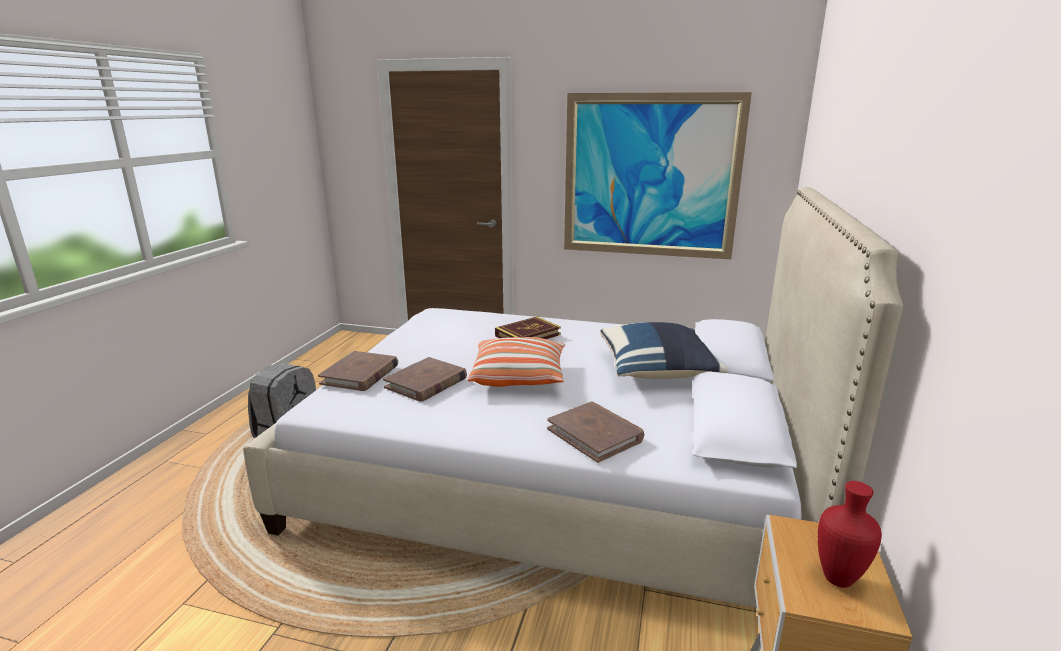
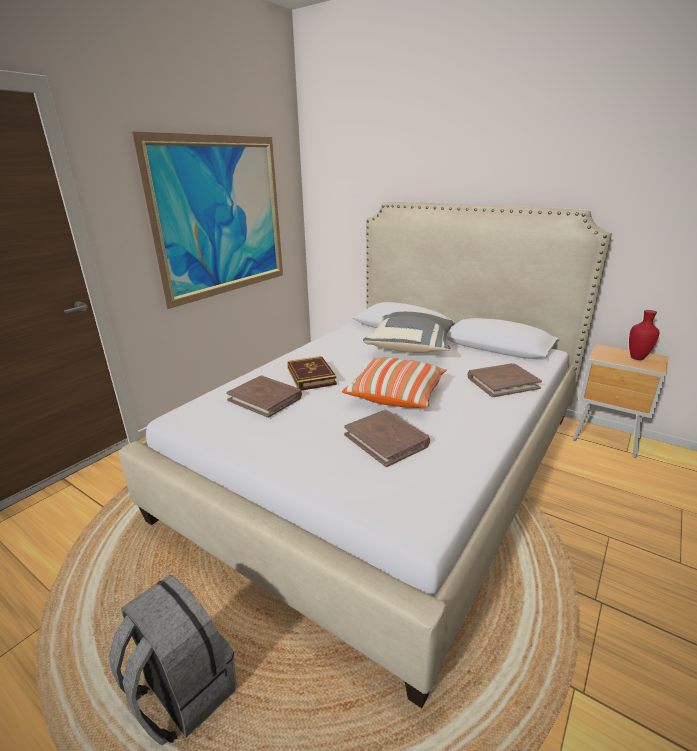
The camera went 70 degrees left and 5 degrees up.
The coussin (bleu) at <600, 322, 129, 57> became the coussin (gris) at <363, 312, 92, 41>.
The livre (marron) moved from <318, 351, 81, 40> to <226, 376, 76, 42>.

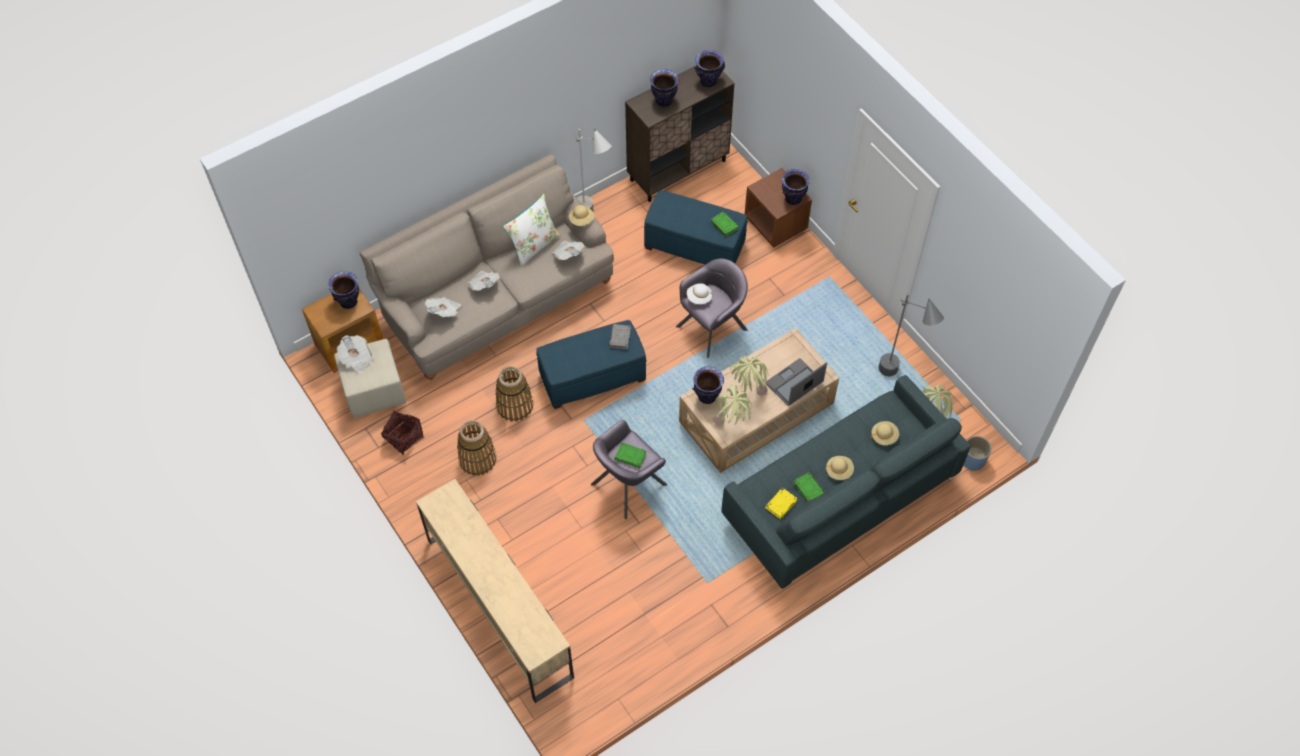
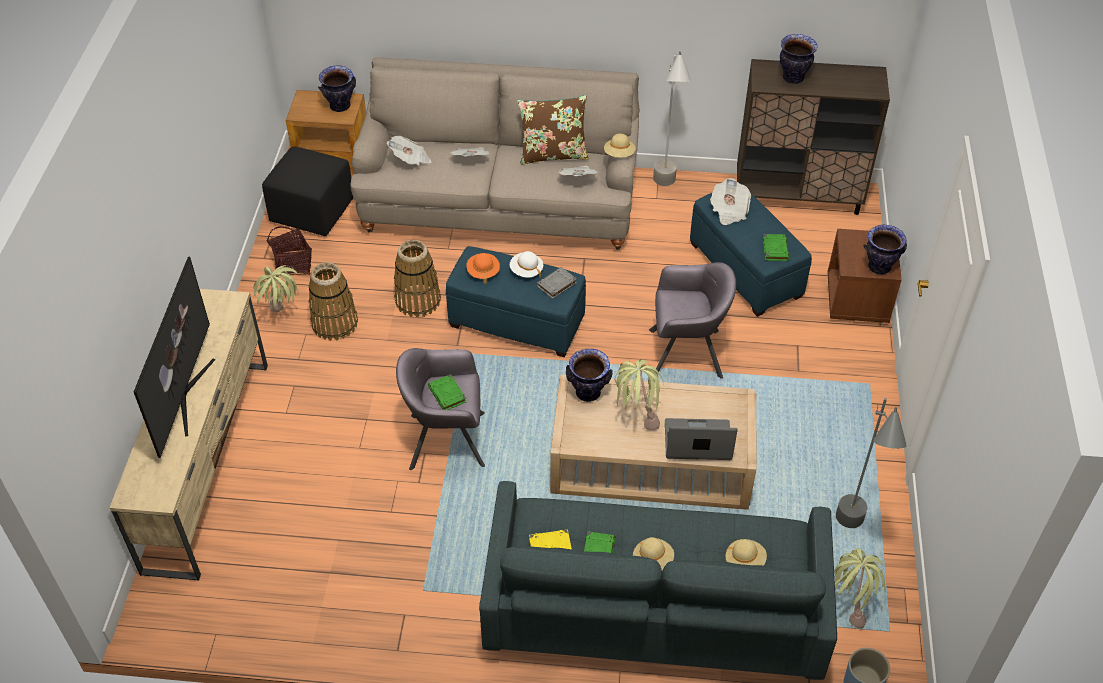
The camera went 40 degrees right and 10 degrees down.
The vase at <694, 50, 31, 38> disappeared.
The coussin (blanc) at <503, 194, 57, 74> became the coussin (marron) at <517, 95, 72, 70>.
The chapeau (blanc) moved from <687, 283, 25, 21> to <510, 251, 33, 27>.
The journal moved from <337, 335, 37, 39> to <710, 178, 41, 47>.
The pouf (beige) at <334, 339, 72, 79> became the pouf (noir) at <262, 147, 91, 89>.
The plante en pot moved from <713, 384, 38, 41> to <253, 265, 46, 47>.
The chapeau (orange) at <466, 253, 34, 31> appeared.
The téléviseur at <134, 257, 81, 201> appeared.

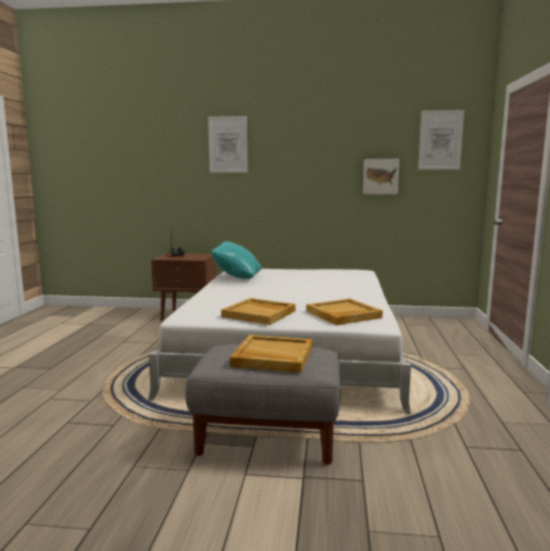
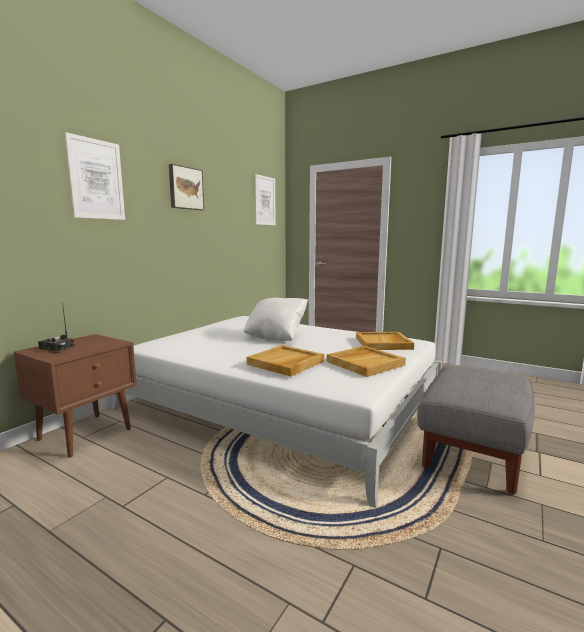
The camera went 65 degrees left and 0 degrees up.
The tableau moved from <362, 157, 39, 38> to <169, 164, 35, 46>.
The coussin (turquoise) at <211, 241, 51, 38> disappeared.
The plateau (beige) moved from <230, 335, 82, 38> to <247, 345, 77, 32>.
The coussin (blanc) at <243, 298, 65, 43> appeared.

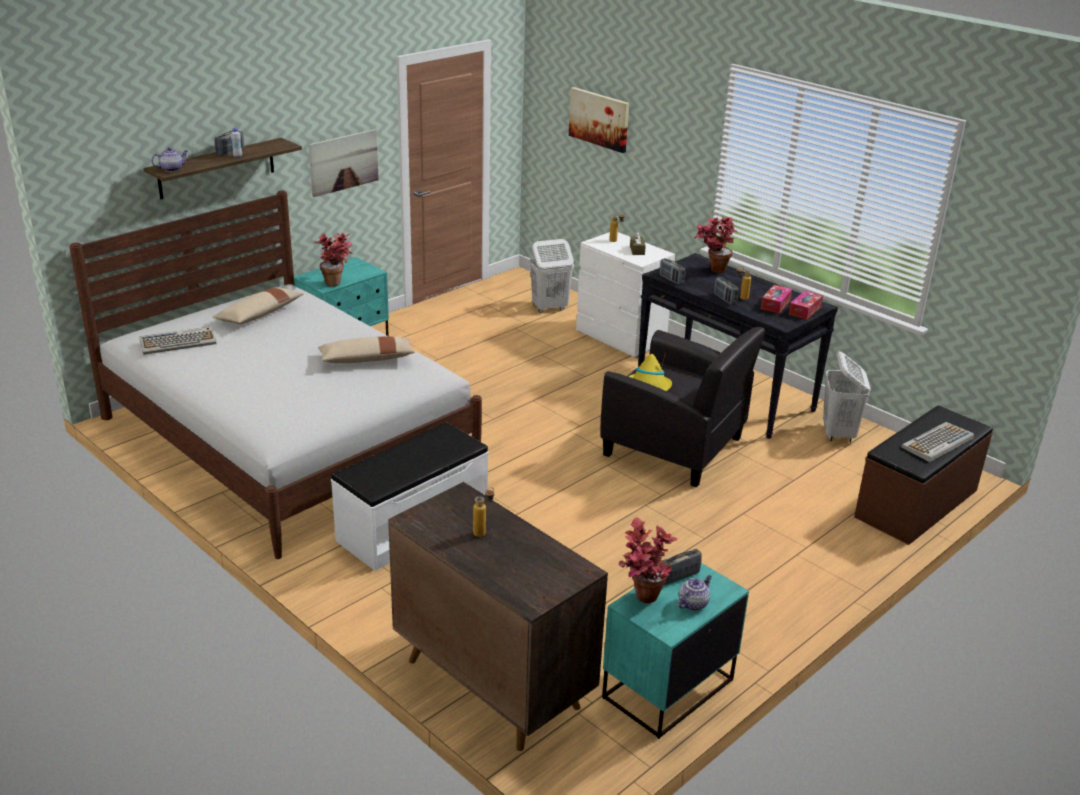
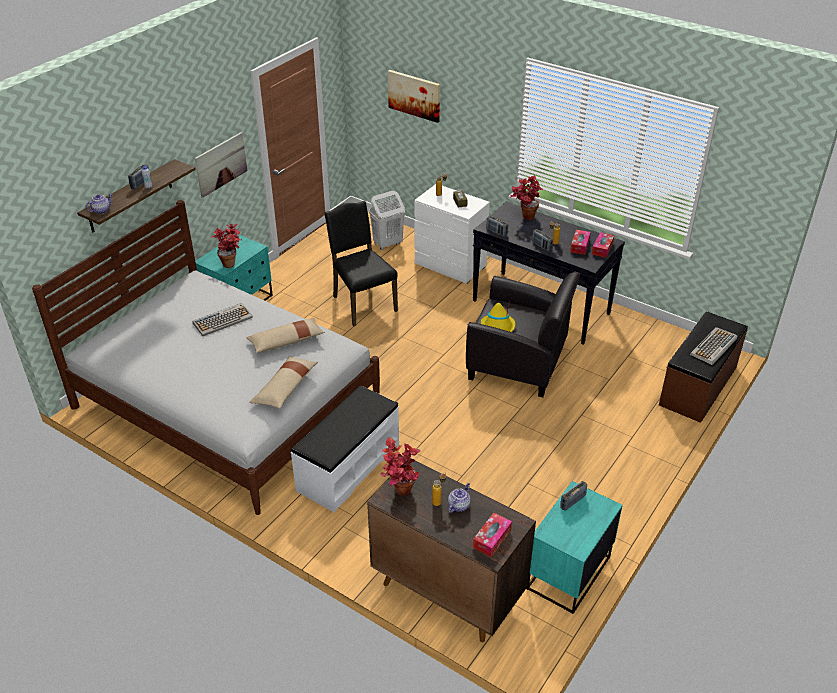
The camera went 10 degrees left and 10 degrees up.
The coussin (beige) moved from <212, 287, 92, 37> to <249, 356, 69, 53>.
The clavier moved from <140, 327, 76, 28> to <193, 303, 60, 33>.
The panier à linge (blanc) at <823, 351, 48, 92> disappeared.
The plante en pot moved from <619, 517, 59, 86> to <381, 437, 40, 58>.
The théière moved from <678, 575, 34, 36> to <448, 483, 23, 30>.
The chaise (noir) at <324, 201, 74, 125> appeared.
The boîte à mouchoirs at <473, 513, 39, 44> appeared.

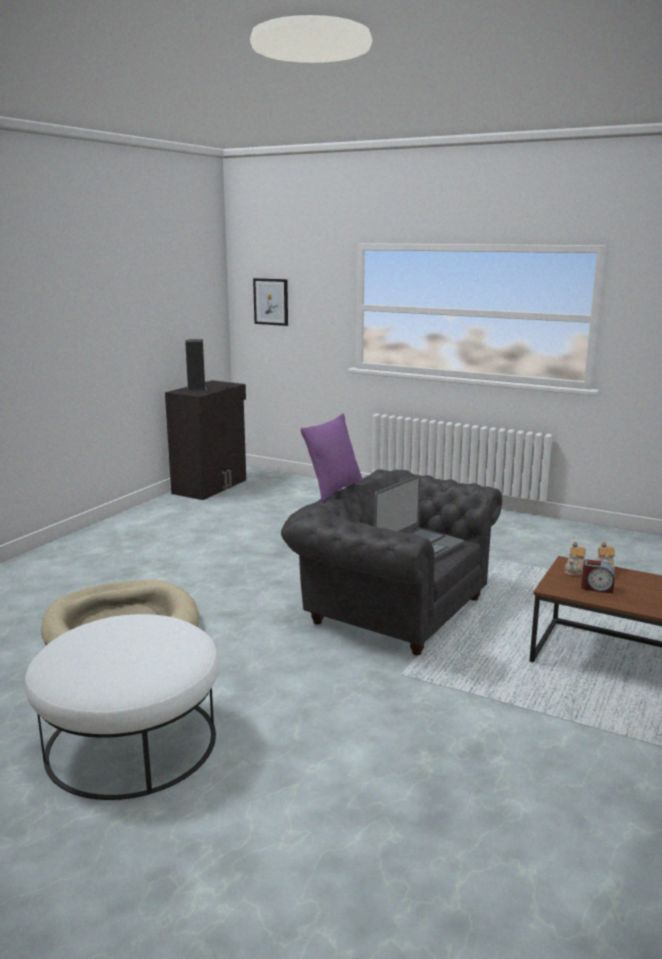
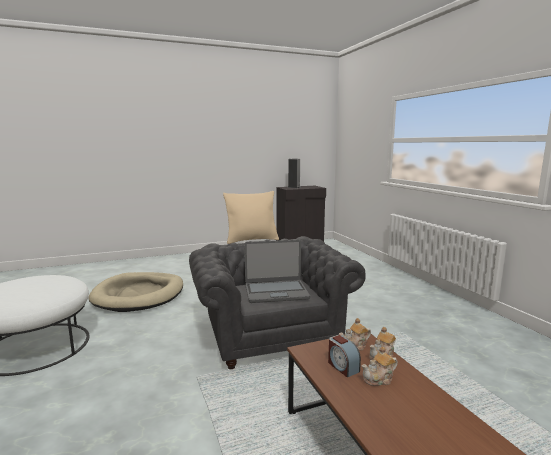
The camera went 40 degrees right and 5 degrees down.
The tableau at <253, 278, 35, 48> disappeared.
The coussin (violet) at <301, 413, 62, 89> became the coussin (beige) at <223, 191, 56, 53>.
The théière at <362, 346, 36, 40> appeared.

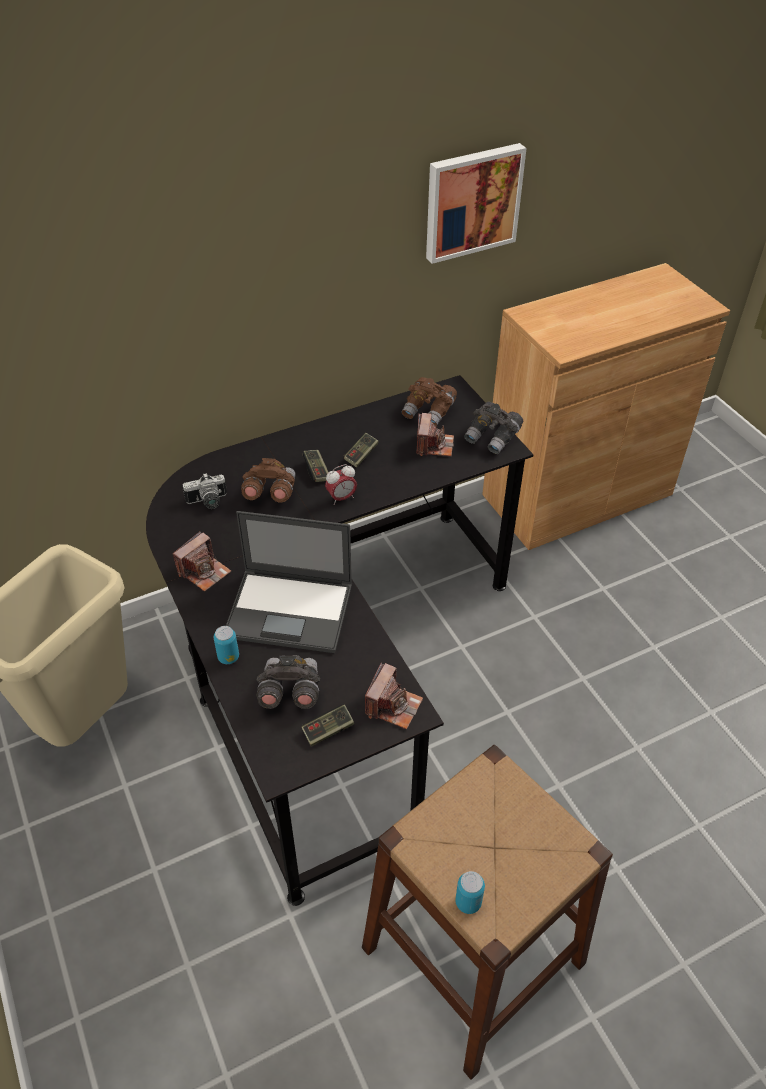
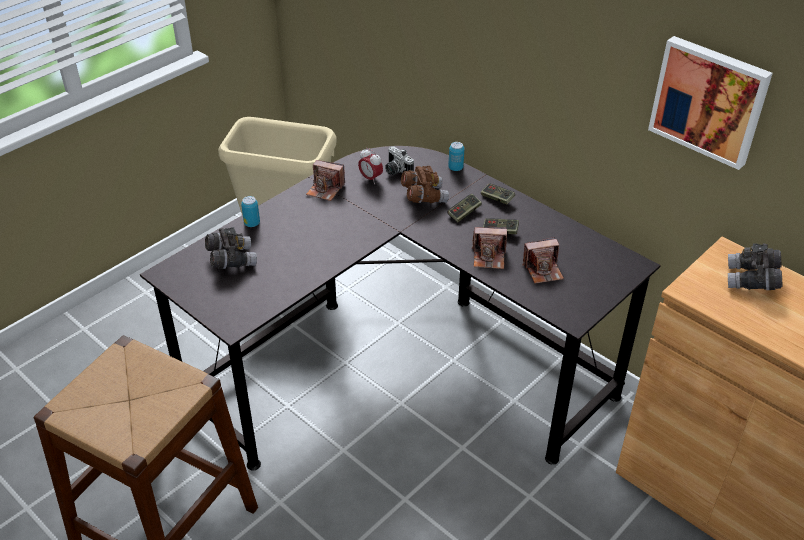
The camera went 70 degrees right and 5 degrees down.
The jumelles (marron) at <402, 377, 55, 49> disappeared.
The jumelles (gris) moved from <464, 402, 59, 52> to <728, 243, 55, 47>.
The réveil moved from <325, 464, 32, 41> to <358, 148, 25, 36>.
The ordinateur portable at <226, 511, 126, 142> disappeared.
The appareil photo moved from <365, 662, 58, 67> to <472, 227, 35, 42>.
The manette moved from <301, 704, 54, 42> to <481, 183, 34, 21>.
The boîte métallique moved from <455, 871, 30, 43> to <448, 142, 16, 29>.

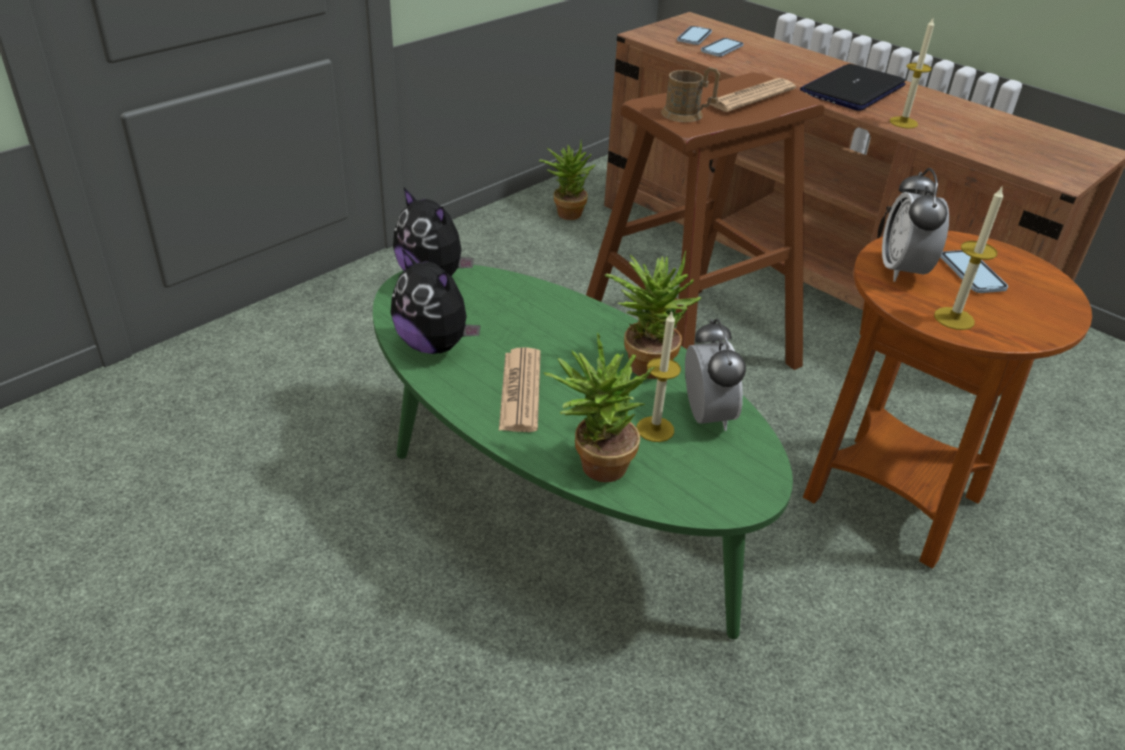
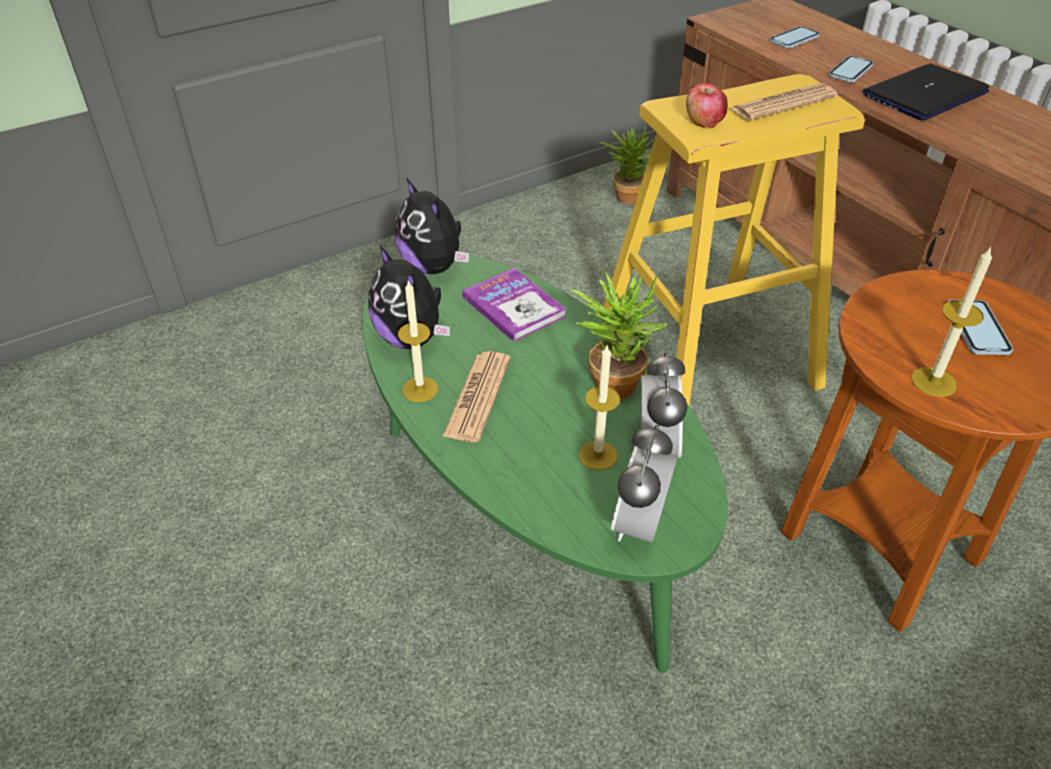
The camera went 15 degrees right and 5 degrees up.
The bougie moved from <890, 18, 44, 111> to <398, 280, 40, 122>.
The téléphone moved from <677, 26, 35, 19> to <828, 56, 46, 26>.
The mug (marron) at <661, 67, 59, 55> was replaced by the pomme at <686, 83, 42, 45>.
The tabouret (marron) at <586, 72, 239, 298> became the tabouret (jaune) at <604, 74, 261, 331>.
The réveil moved from <882, 168, 67, 114> to <611, 424, 66, 118>.
The plante en pot at <543, 332, 112, 150> disappeared.
The livre at <462, 268, 105, 74> appeared.

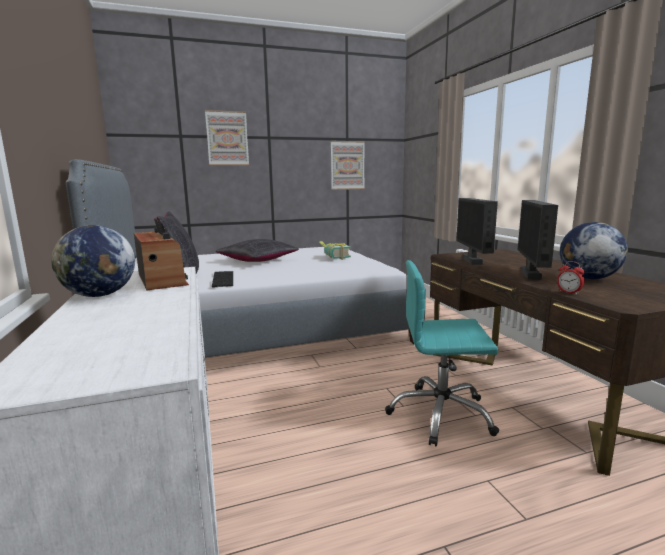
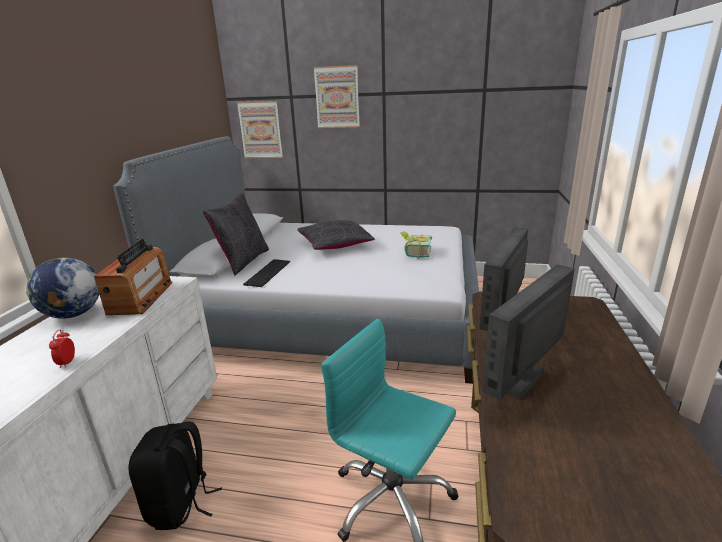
The camera went 30 degrees right and 10 degrees up.
The tableau moved from <331, 141, 34, 49> to <237, 101, 46, 57>.
The globe at <560, 222, 68, 58> disappeared.
The réveil moved from <557, 261, 28, 34> to <49, 329, 26, 39>.
The sac à dos (noir) at <128, 421, 94, 109> appeared.

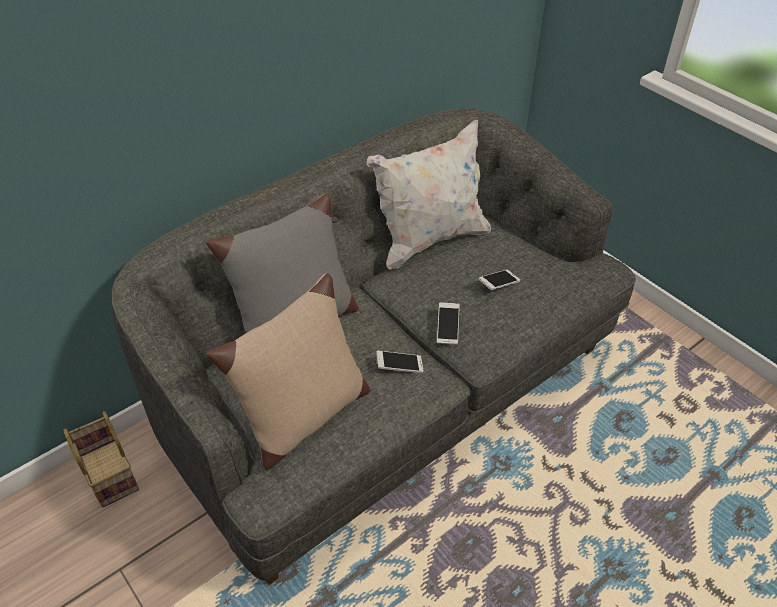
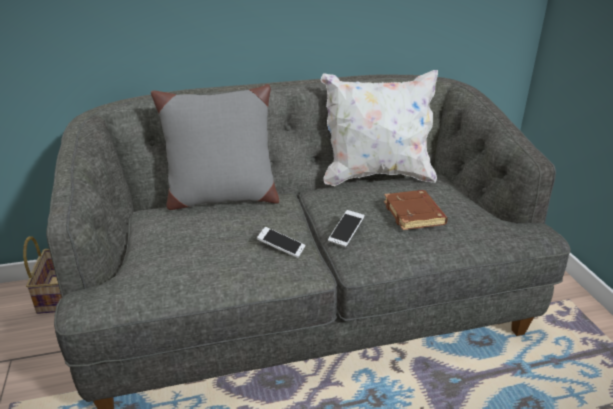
The camera went 25 degrees right and 15 degrees down.
The téléphone at <478, 270, 42, 20> was replaced by the livre (marron) at <384, 190, 64, 40>.
The coussin (beige) at <207, 273, 163, 196> disappeared.

